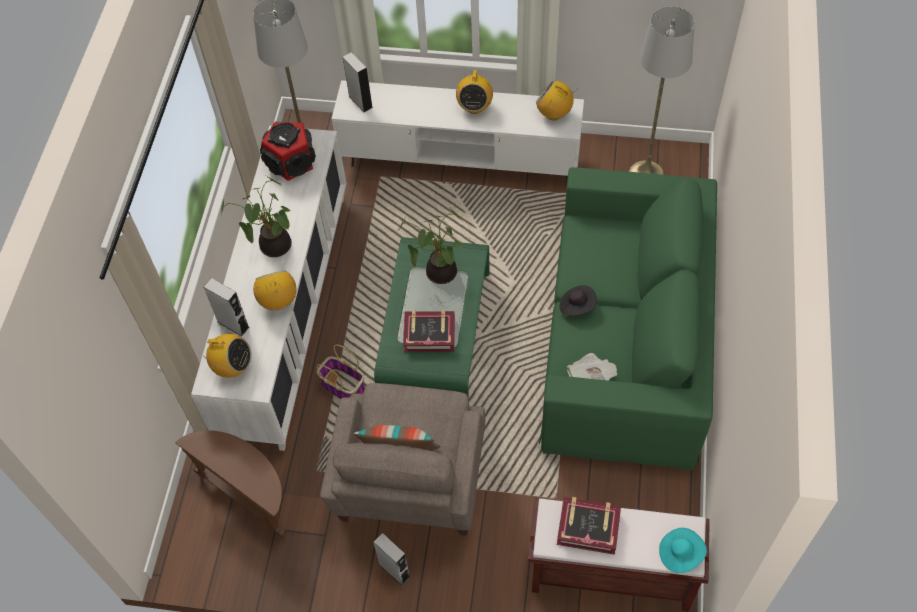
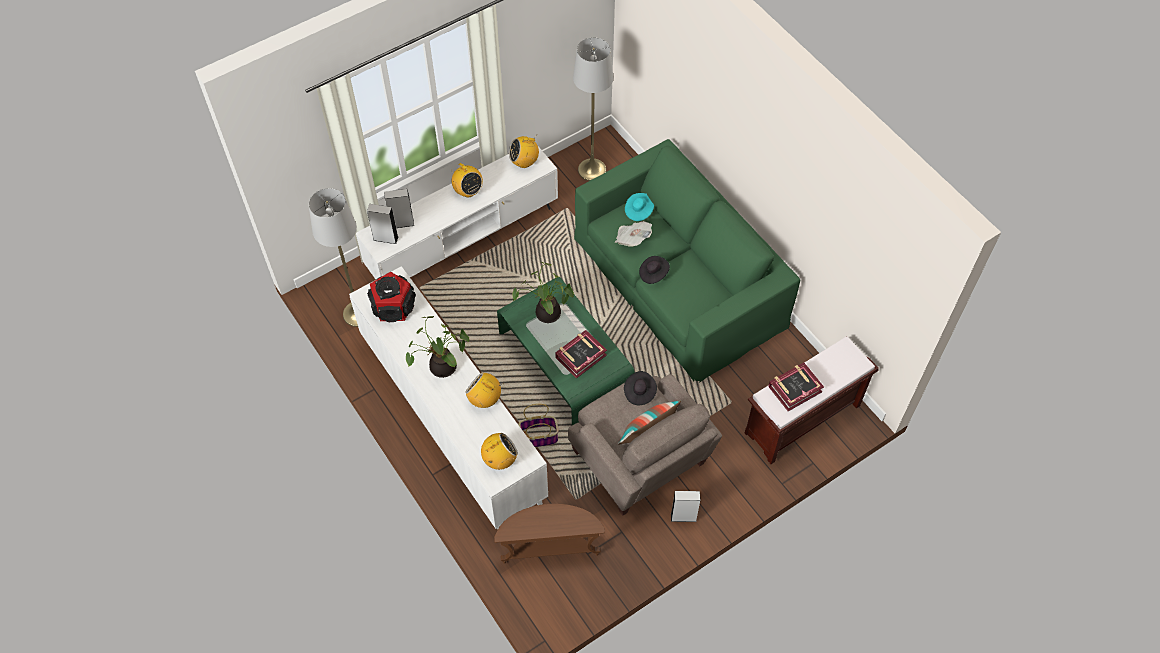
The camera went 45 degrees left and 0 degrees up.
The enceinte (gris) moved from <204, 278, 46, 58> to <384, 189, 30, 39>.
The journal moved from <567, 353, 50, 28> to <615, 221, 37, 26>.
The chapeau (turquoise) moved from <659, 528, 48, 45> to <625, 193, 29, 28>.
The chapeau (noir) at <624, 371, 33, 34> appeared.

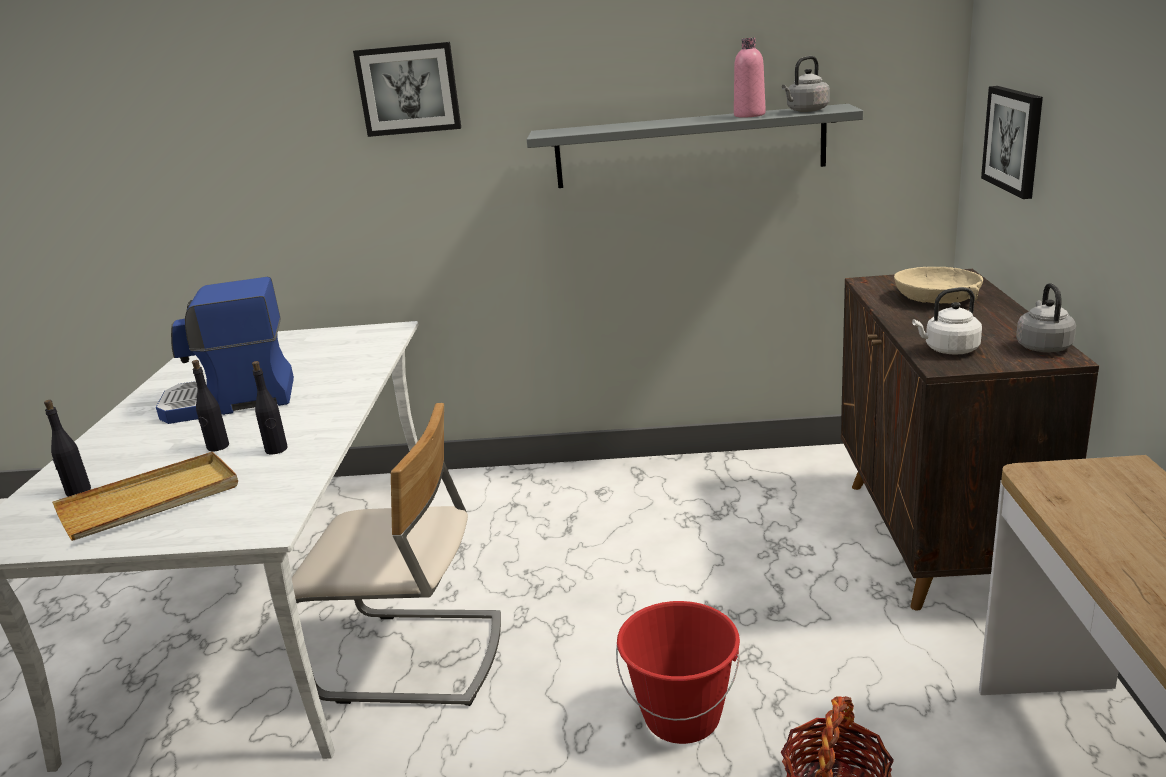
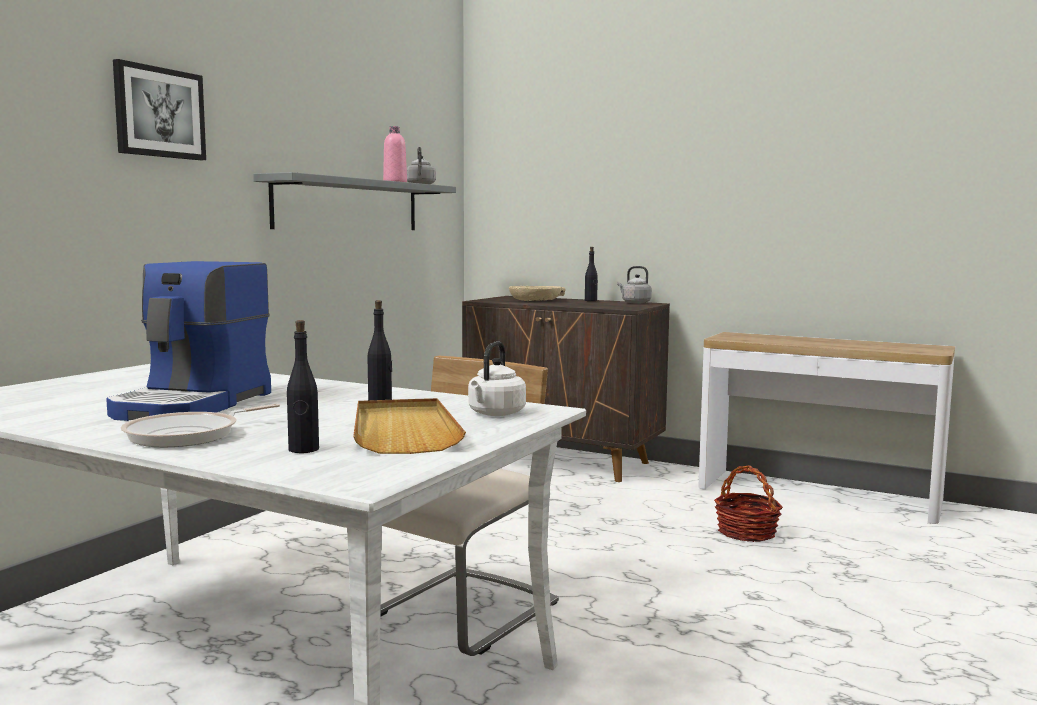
The camera went 65 degrees left and 15 degrees down.
The tableau at <981, 86, 62, 113> disappeared.
The bouilloire (blanc) moved from <912, 287, 70, 68> to <468, 341, 58, 75>.
The bouteille (noir) moved from <192, 360, 37, 91> to <585, 247, 13, 54>.
The seau (rouge) at <616, 601, 124, 143> disappeared.
The poêle at <121, 404, 159, 43> appeared.

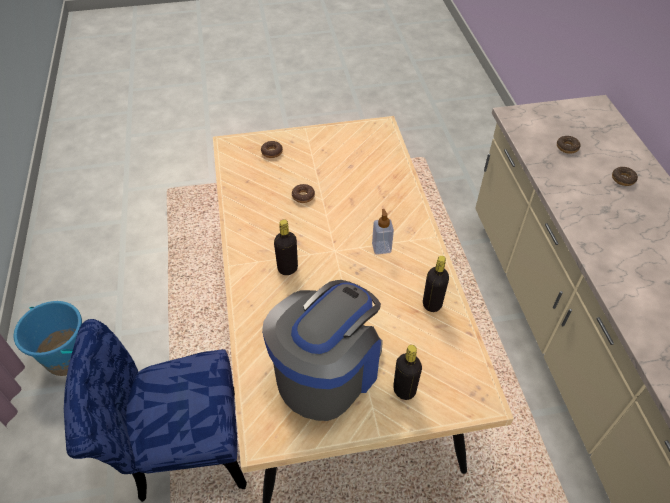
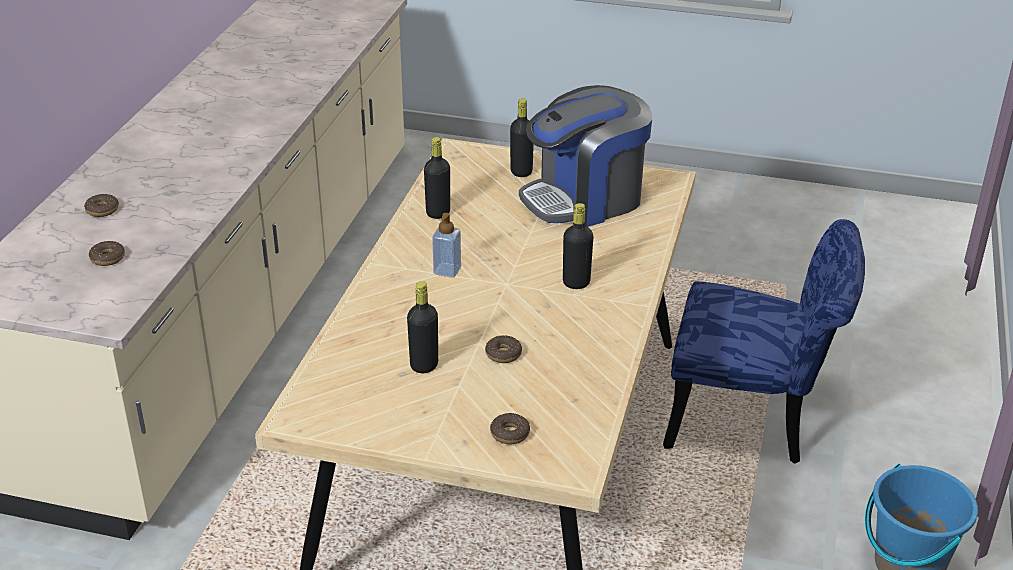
The camera went 155 degrees left and 15 degrees down.
The bouteille (noir) at <407, 281, 31, 92> appeared.

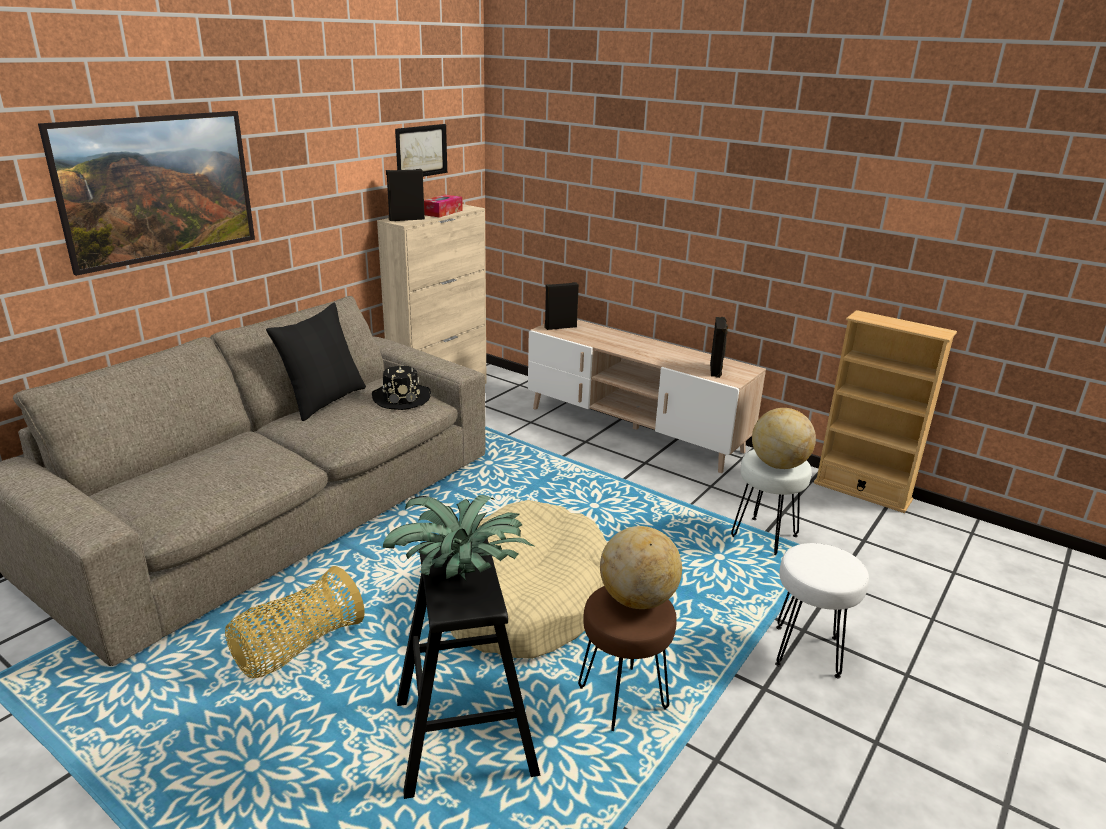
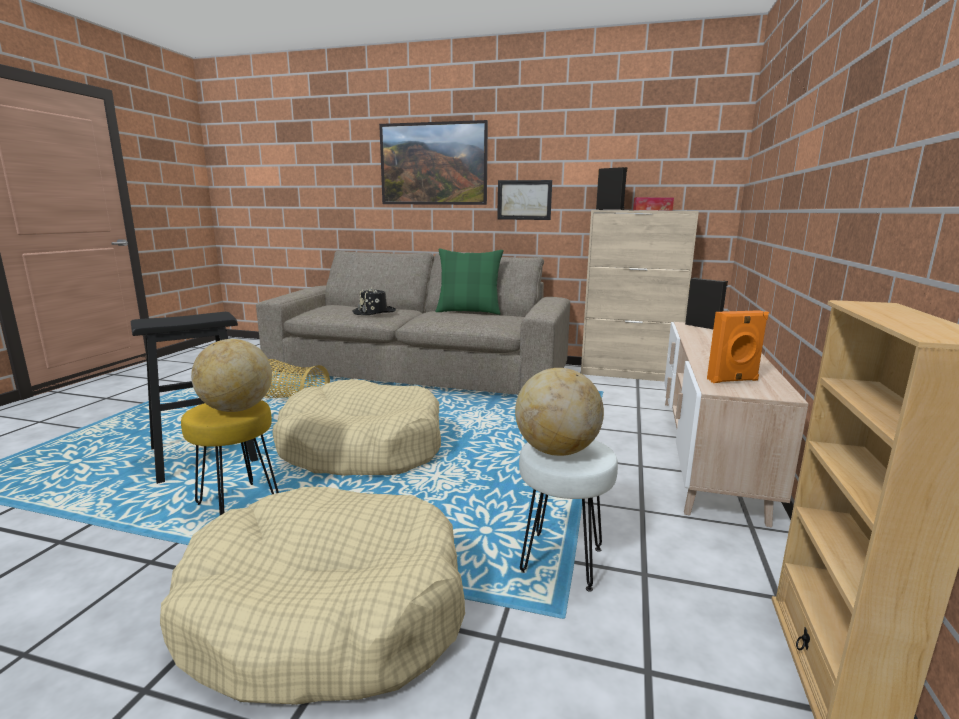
The camera went 70 degrees right and 10 degrees down.
The tableau moved from <395, 124, 52, 53> to <497, 180, 55, 40>.
The coussin (noir) at <266, 303, 100, 118> became the coussin (vert) at <435, 249, 69, 66>.
The enceinte (noir) at <710, 317, 18, 61> became the enceinte (orange) at <707, 310, 62, 73>.
The chapeau (noir) moved from <372, 366, 59, 44> to <352, 287, 44, 28>.
The plante en pot at <383, 495, 153, 85> disappeared.
The tabouret (blanc) at <775, 543, 94, 136> was replaced by the panier pour chien (beige) at <160, 487, 305, 218>.
The tabouret (marron) at <578, 586, 99, 145> became the tabouret (jaune) at <181, 400, 98, 115>.

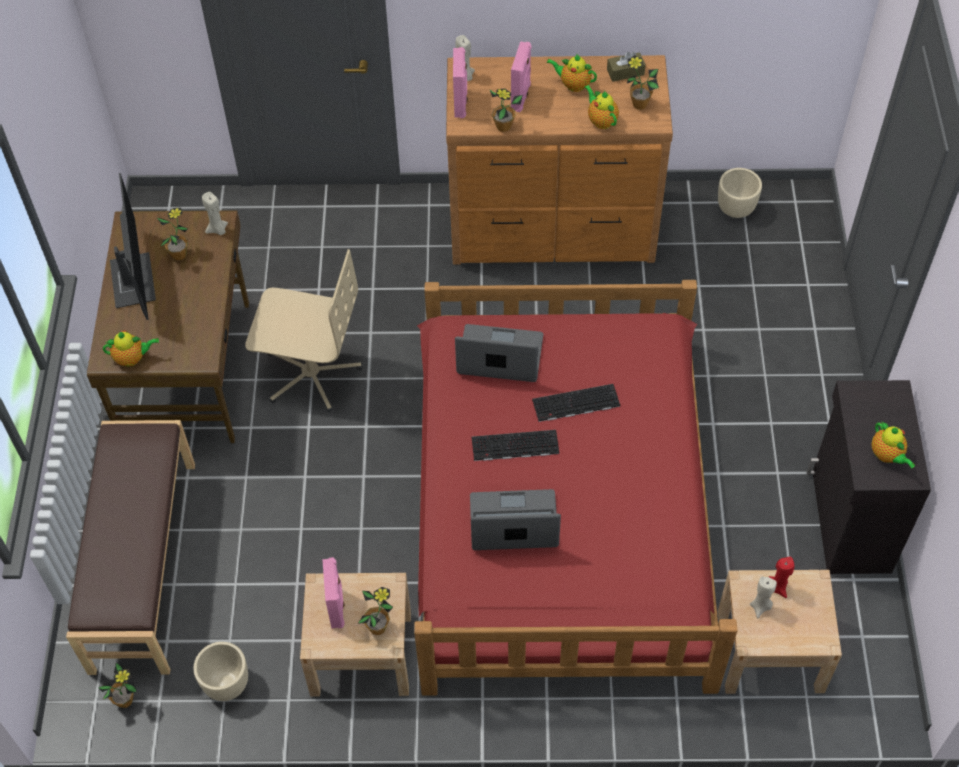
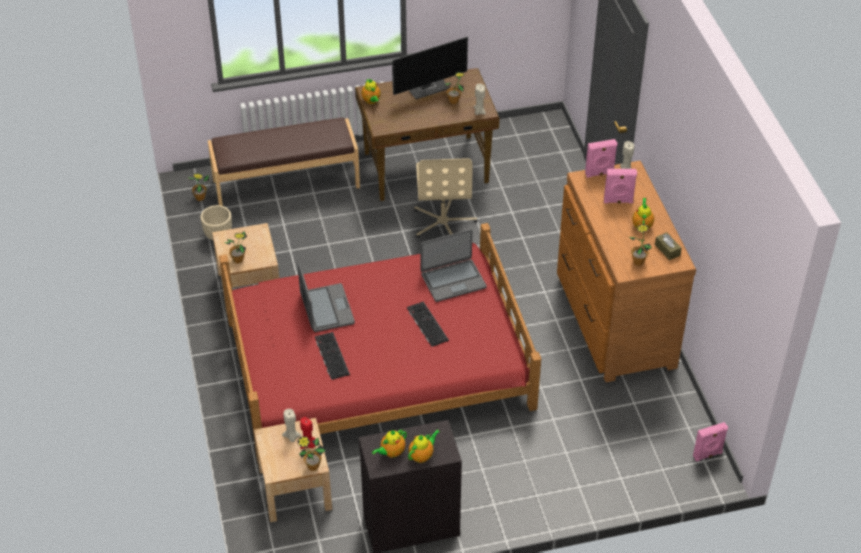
The camera went 75 degrees right and 10 degrees down.
The théière moved from <585, 85, 34, 44> to <408, 430, 32, 33>.
The plante en pot moved from <490, 88, 32, 44> to <297, 437, 29, 34>.
The cache-pot (beige) at <718, 168, 44, 50> disappeared.
The ordinateur portable at <455, 324, 88, 58> turned 75 degrees clockwise.
The clavier moved from <472, 430, 87, 31> to <315, 332, 35, 48>.
The enceinte (rose) moved from <322, 557, 23, 72> to <693, 422, 35, 39>.

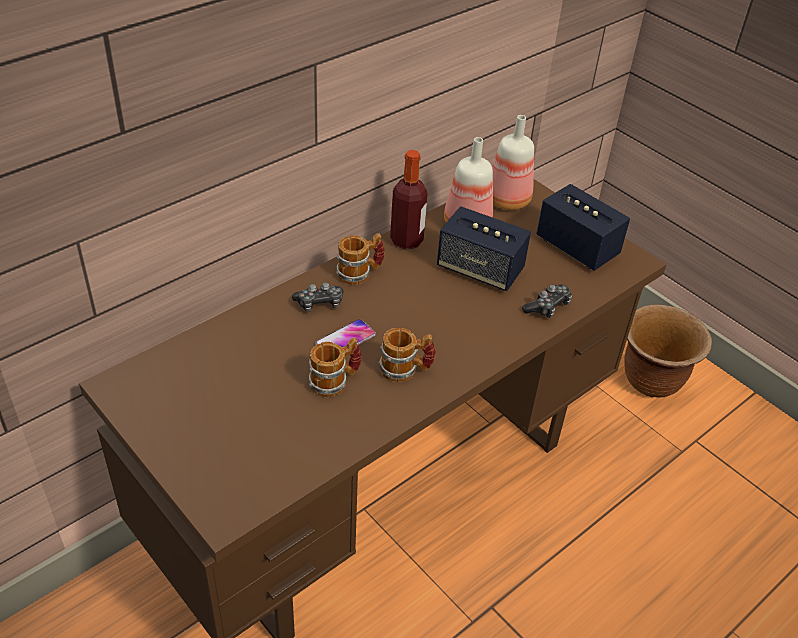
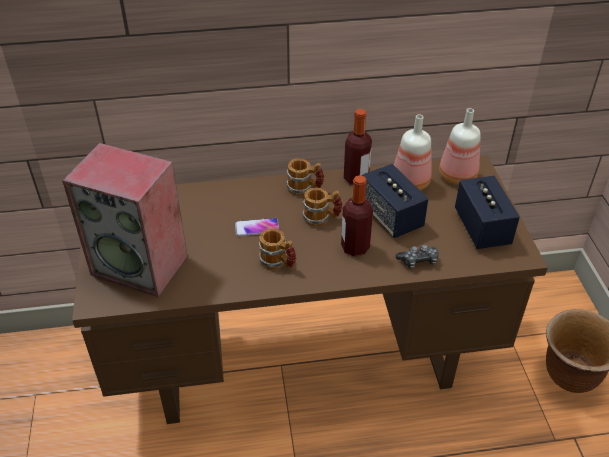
The camera went 35 degrees right and 0 degrees up.
The manette at <292, 282, 51, 30> disappeared.
The mug moved from <309, 337, 52, 60> to <302, 188, 40, 38>.
The enceinte at <62, 143, 126, 154> appeared.
The bouteille at <341, 175, 32, 82> appeared.

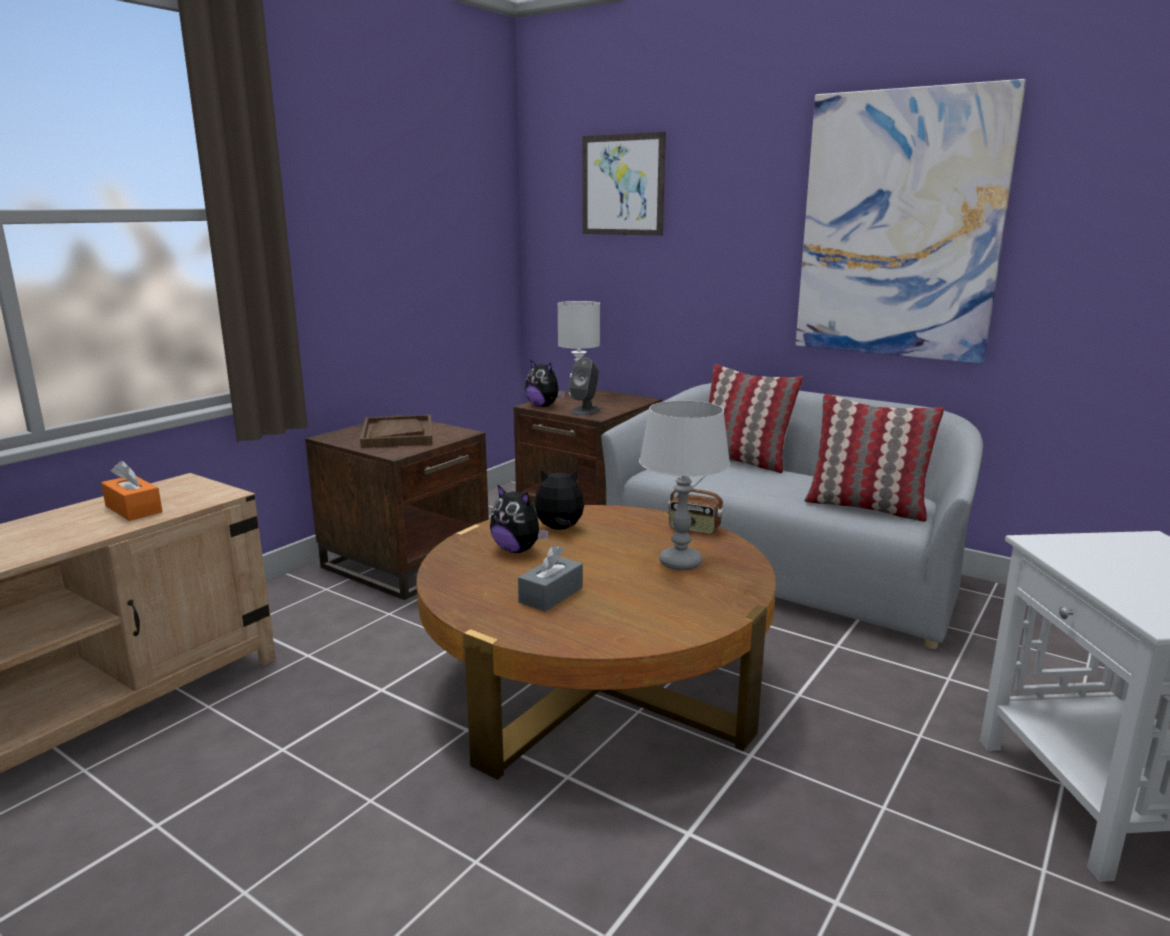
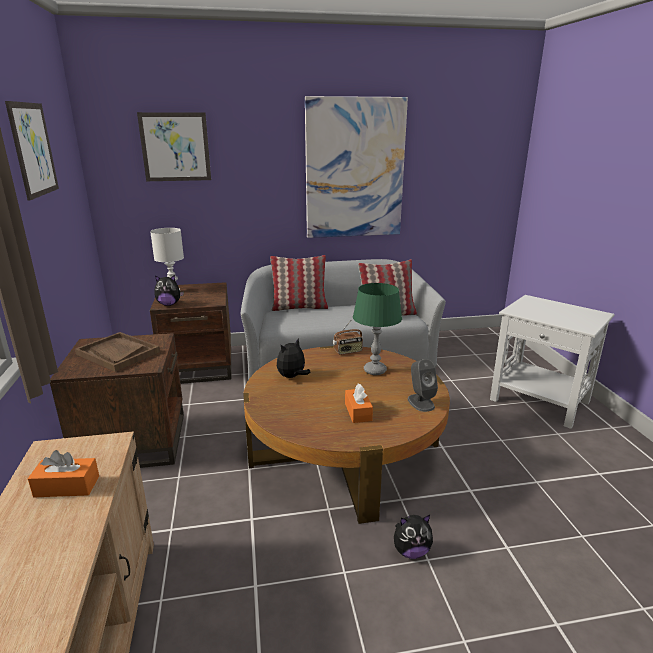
The camera went 45 degrees left and 5 degrees up.
The enceinte (gris) moved from <569, 357, 31, 58> to <408, 359, 30, 53>.
The lampe de table (gris) at <639, 400, 91, 171> became the lampe de table (vert) at <353, 283, 49, 92>.
The peluche moved from <490, 484, 59, 69> to <394, 515, 39, 44>.
The boîte à mouchoirs (gris) at <518, 545, 65, 67> became the boîte à mouchoirs (orange) at <345, 384, 28, 39>.
The tableau at <5, 101, 54, 99> appeared.

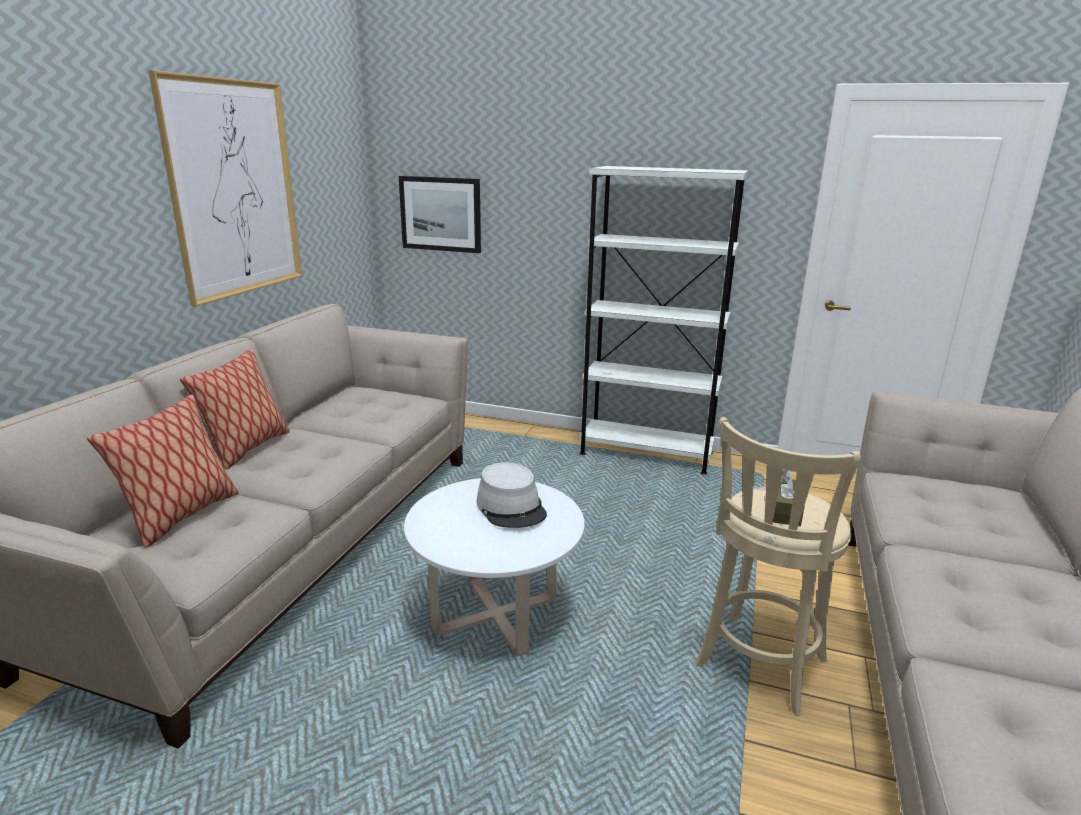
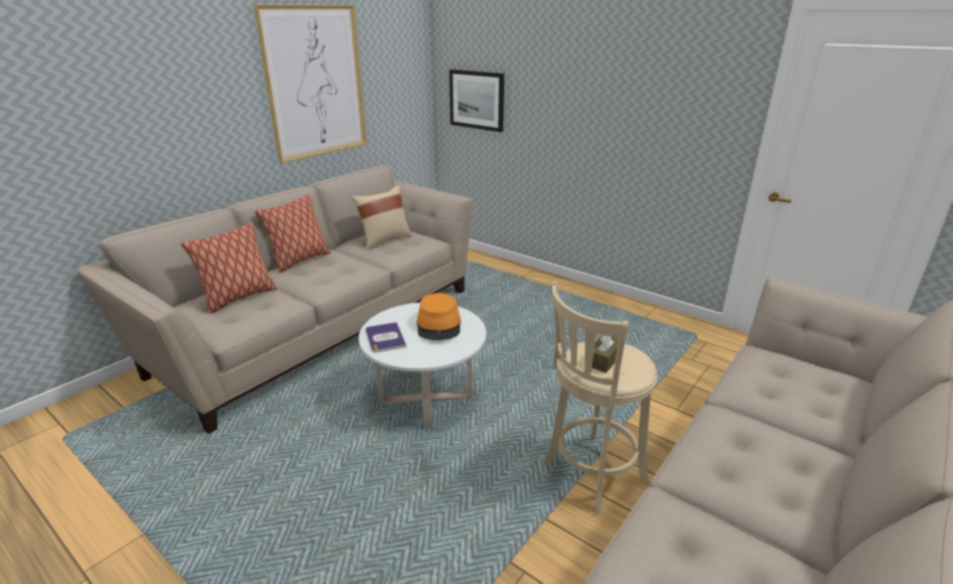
The camera went 20 degrees right and 5 degrees up.
The bibliothèque (blanc) at <579, 166, 169, 309> disappeared.
The chapeau (gris) at <476, 462, 71, 66> became the chapeau (orange) at <416, 293, 45, 47>.
The coussin (beige) at <351, 185, 61, 65> appeared.
The livre at <366, 322, 40, 31> appeared.

